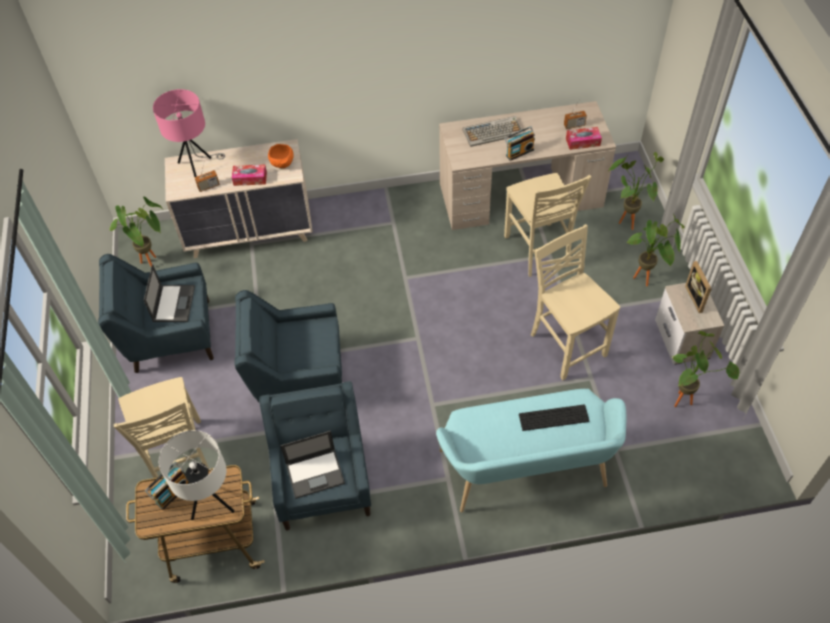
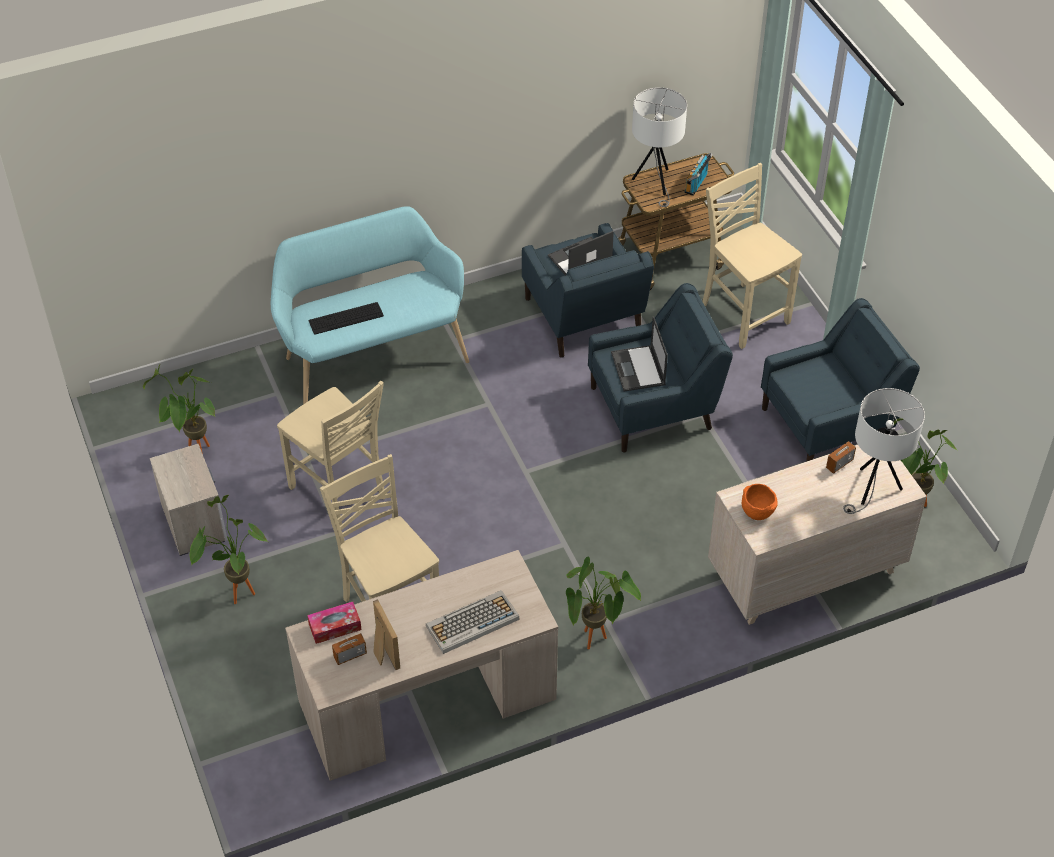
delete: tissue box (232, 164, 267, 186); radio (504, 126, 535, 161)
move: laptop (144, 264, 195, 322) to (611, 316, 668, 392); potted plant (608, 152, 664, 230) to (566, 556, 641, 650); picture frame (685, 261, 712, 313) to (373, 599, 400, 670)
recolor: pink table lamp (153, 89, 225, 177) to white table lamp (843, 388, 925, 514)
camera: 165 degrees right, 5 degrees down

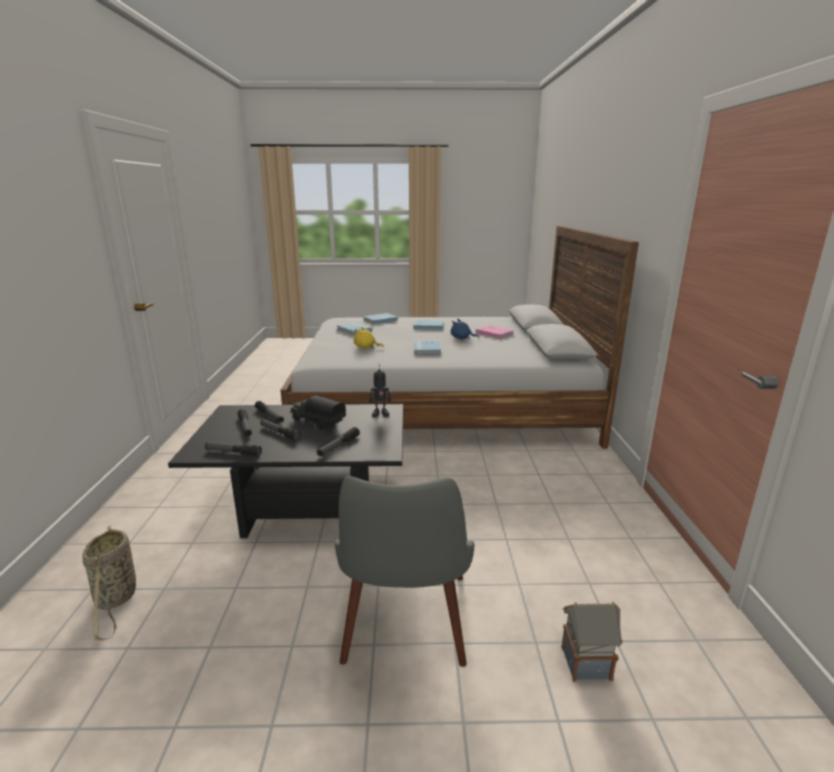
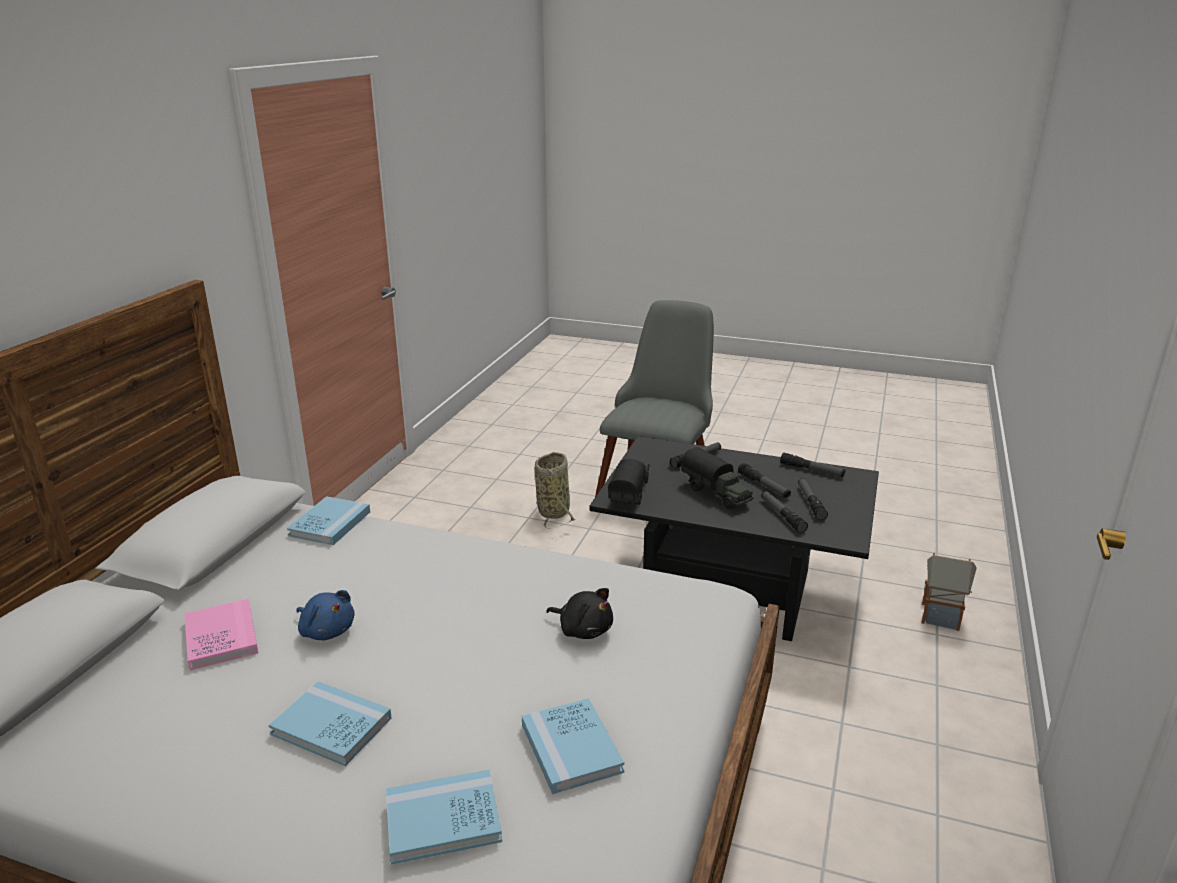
move: basket (82, 526, 136, 640) to (534, 452, 576, 529); blue book (414, 341, 441, 355) to (287, 496, 370, 545); toy house (561, 602, 623, 682) to (921, 553, 977, 631)
replace: toy robot (369, 364, 391, 417) to toy truck (608, 459, 650, 505)
recolor: yellow plush toy (354, 327, 384, 349) to black plush toy (546, 588, 613, 639)
camera: 160 degrees left, 5 degrees up

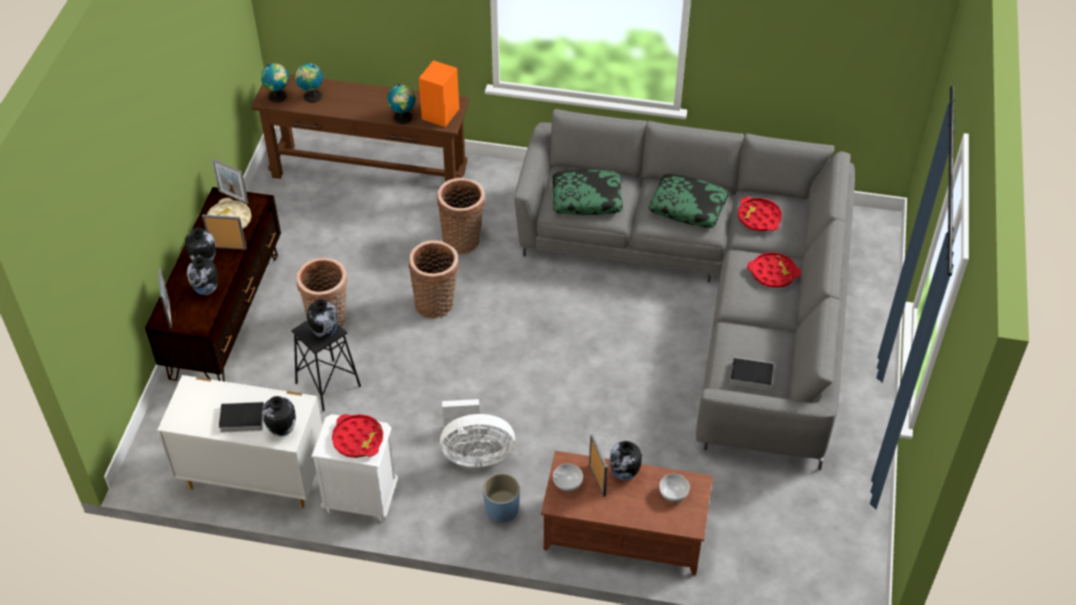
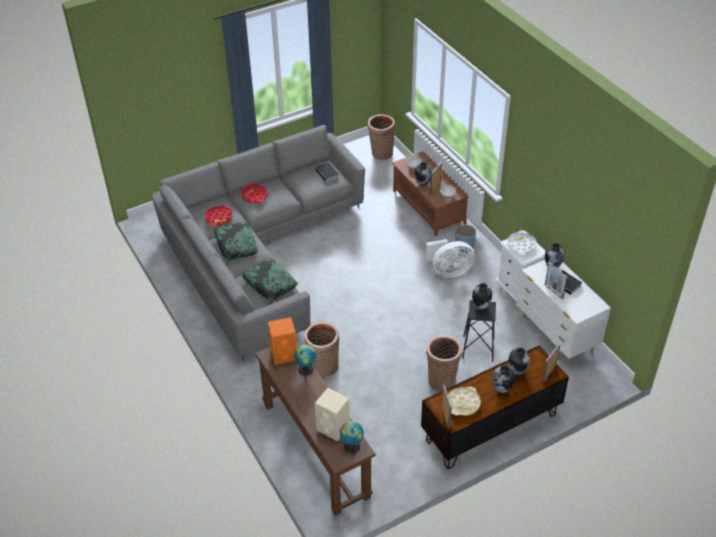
move: picture frame (202, 215, 247, 250) to (545, 262, 568, 299); basket (409, 240, 459, 319) to (368, 114, 395, 160)
replace: globe (295, 63, 323, 103) to beige speaker (315, 388, 350, 441)
recolor: red tray (332, 414, 383, 458) to white tray (507, 230, 537, 254)
rotate: white fan (440, 399, 515, 467) = (425, 239, 475, 278) 120 degrees clockwise
camera: 130 degrees left, 5 degrees down

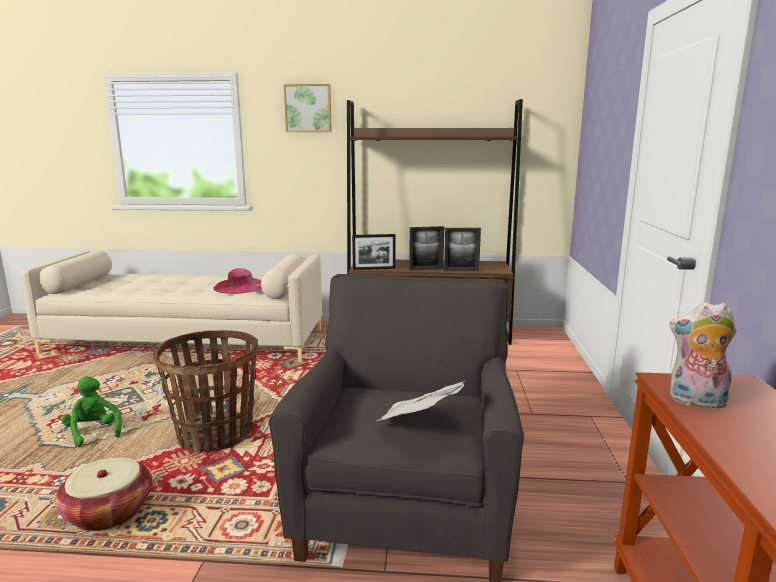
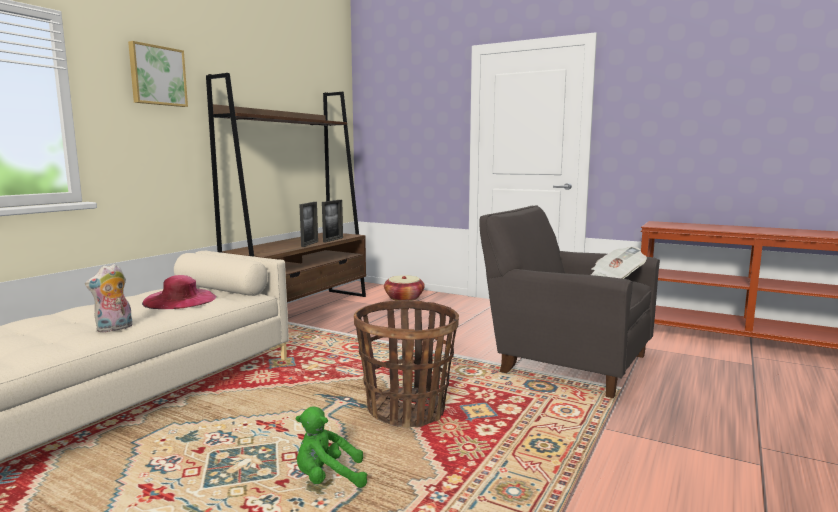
delete: picture frame (352, 234, 396, 270)
move: basket (55, 457, 152, 531) to (384, 275, 425, 301); plush toy (669, 302, 737, 411) to (85, 264, 133, 333)
camera: 65 degrees left, 5 degrees down

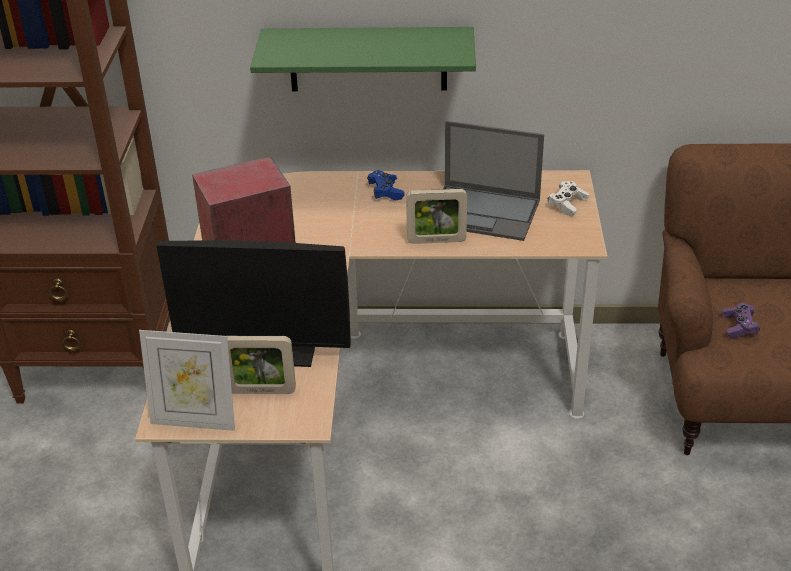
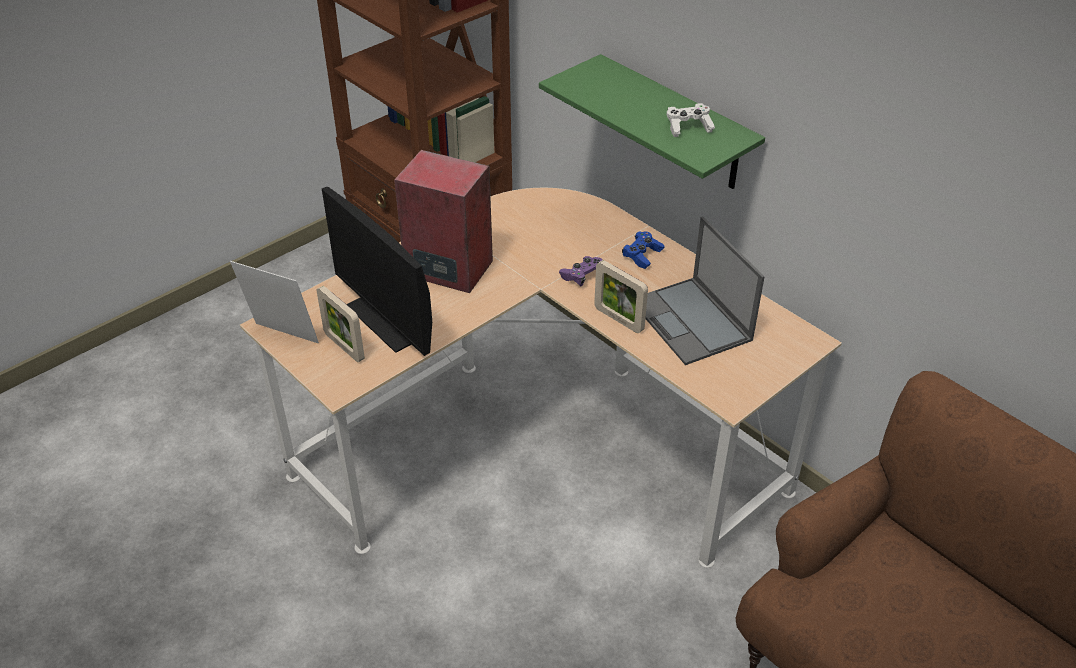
move: white game controller (548, 181, 589, 216) to (667, 103, 715, 137); purple game controller (721, 303, 760, 338) to (559, 256, 603, 286)
rotate: picture frame (139, 330, 235, 431) = (230, 261, 319, 344) 150 degrees clockwise
camera: 45 degrees right, 5 degrees up

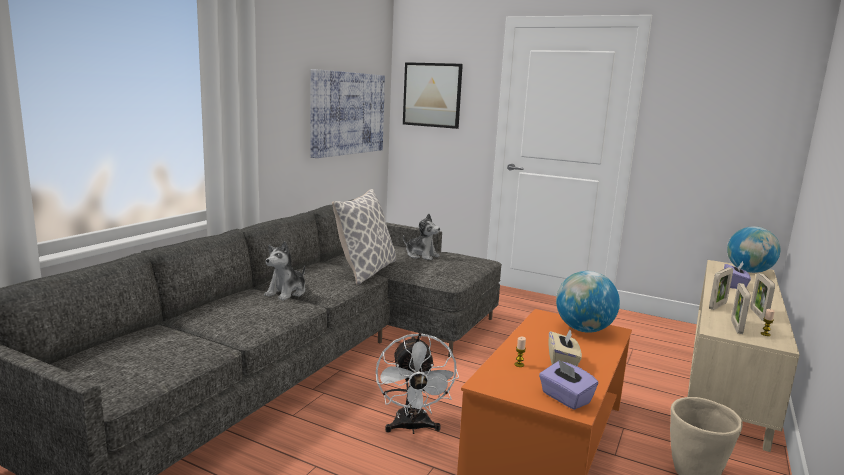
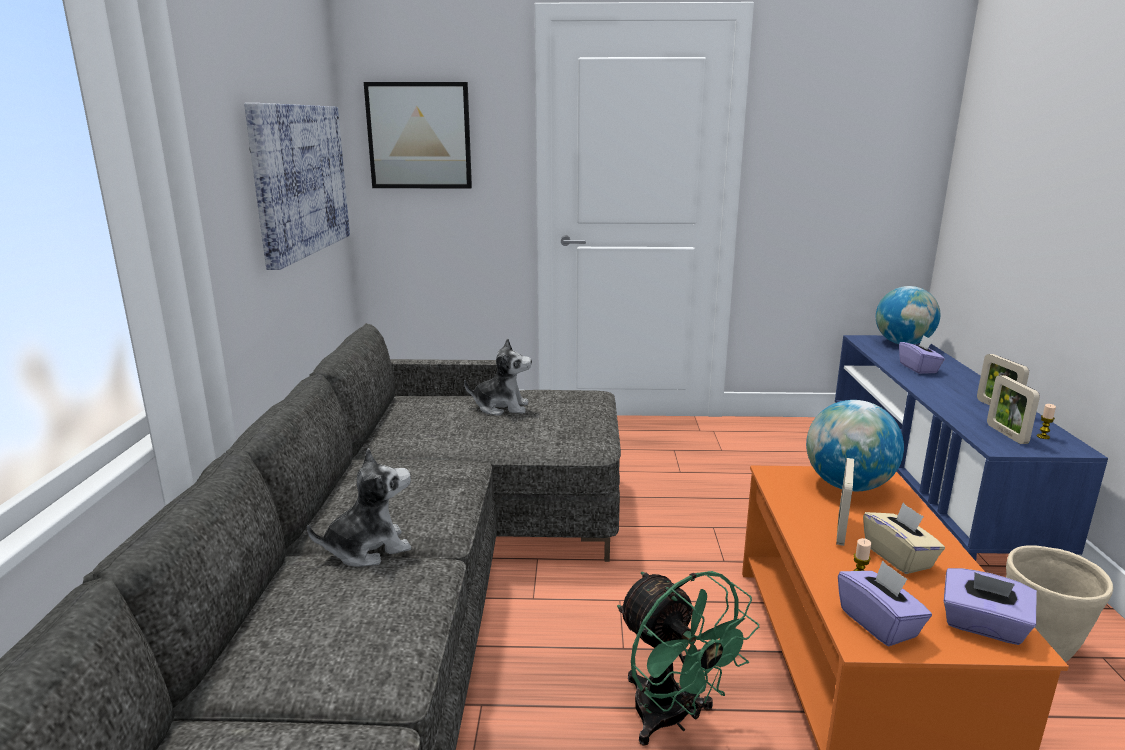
delete: pillow (332, 189, 396, 285)
insert: purple tissue box (838, 560, 932, 646)
move: picture frame (709, 267, 733, 310) to (836, 458, 854, 546)
recolor: white fan (376, 333, 459, 434) to green fan (617, 571, 759, 746); beige tv stand (688, 260, 800, 452) to blue tv stand (835, 335, 1108, 561)
rotate: plush toy (264, 241, 305, 300) = (307, 448, 411, 567) 120 degrees counterclockwise
camera: 25 degrees left, 5 degrees up

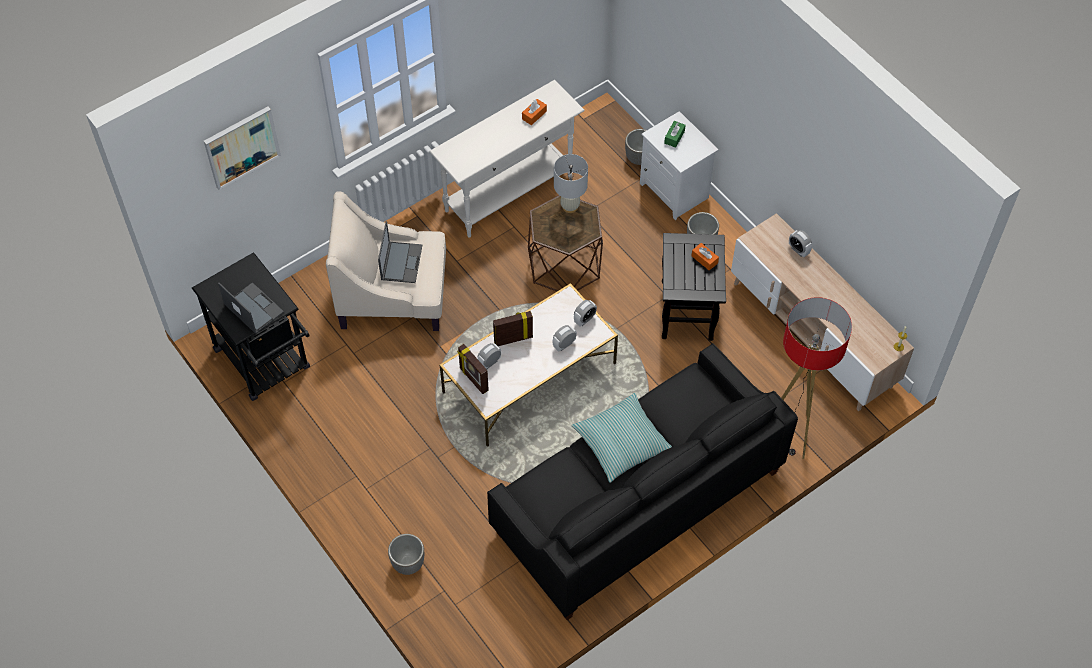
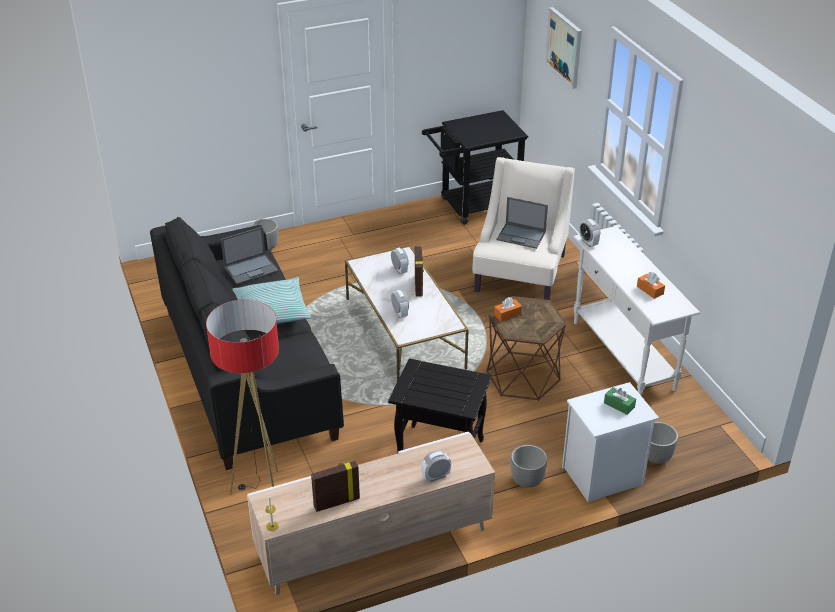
delete: white table lamp (554, 154, 588, 213)
move: laptop (218, 282, 284, 334) to (221, 227, 278, 284); picture frame (457, 344, 489, 394) to (311, 461, 360, 512); alarm clock (574, 300, 597, 326) to (580, 219, 600, 247); orange tissue box (691, 243, 719, 271) to (494, 297, 522, 322)
camera: 105 degrees right, 20 degrees down

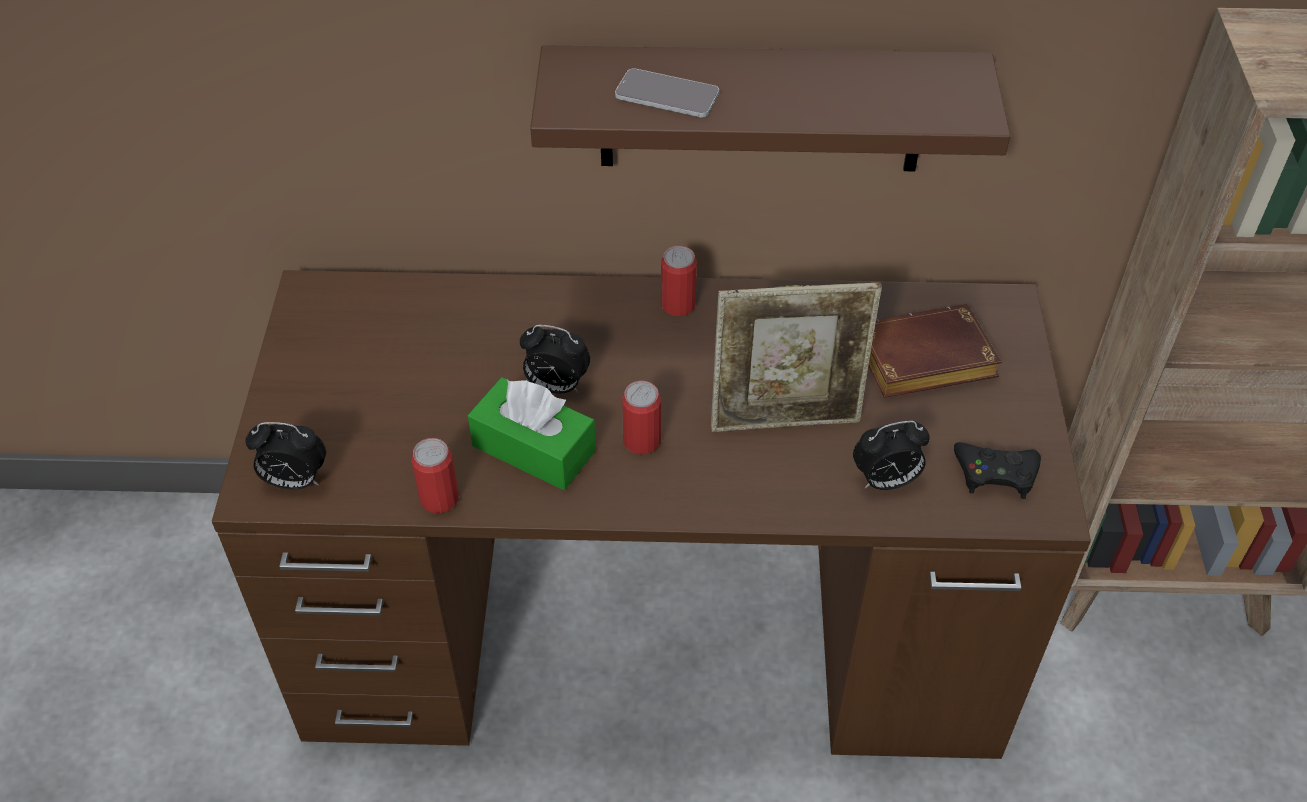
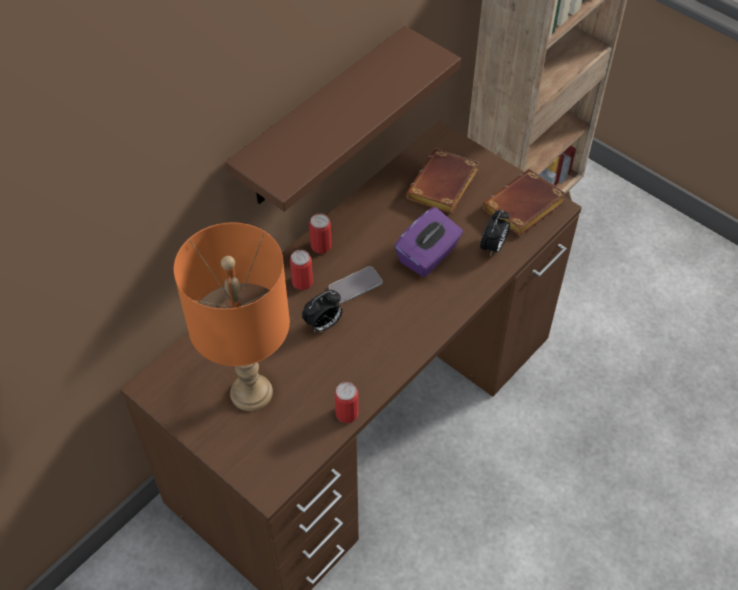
delete: alarm clock (245, 422, 326, 490); green tissue box (468, 377, 596, 490)
insert: orange table lamp (174, 223, 290, 411)
move: phone (615, 68, 719, 117) to (329, 266, 383, 303); can (622, 381, 661, 454) to (290, 250, 313, 290)
replace: picture frame (711, 282, 882, 432) to purple tissue box (394, 207, 463, 277); black game controller (954, 442, 1041, 499) to brown book (482, 169, 566, 236)
camera: 50 degrees left, 5 degrees up

